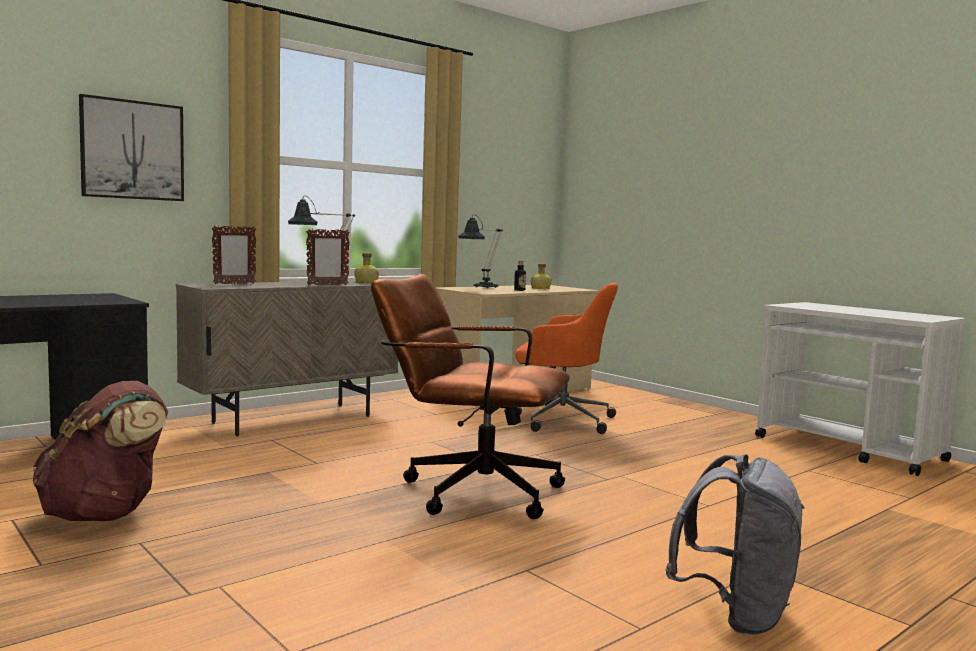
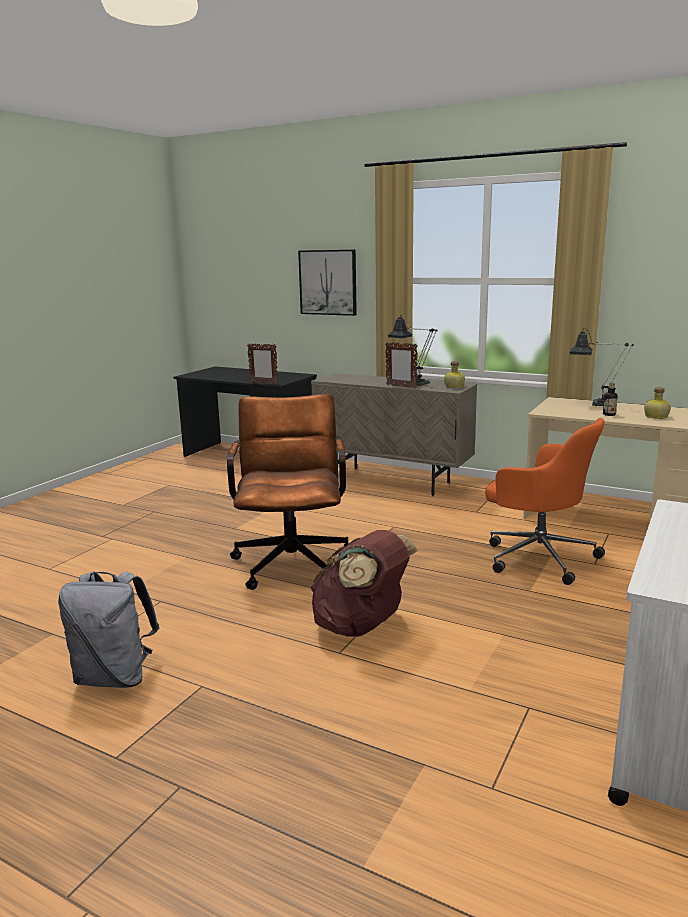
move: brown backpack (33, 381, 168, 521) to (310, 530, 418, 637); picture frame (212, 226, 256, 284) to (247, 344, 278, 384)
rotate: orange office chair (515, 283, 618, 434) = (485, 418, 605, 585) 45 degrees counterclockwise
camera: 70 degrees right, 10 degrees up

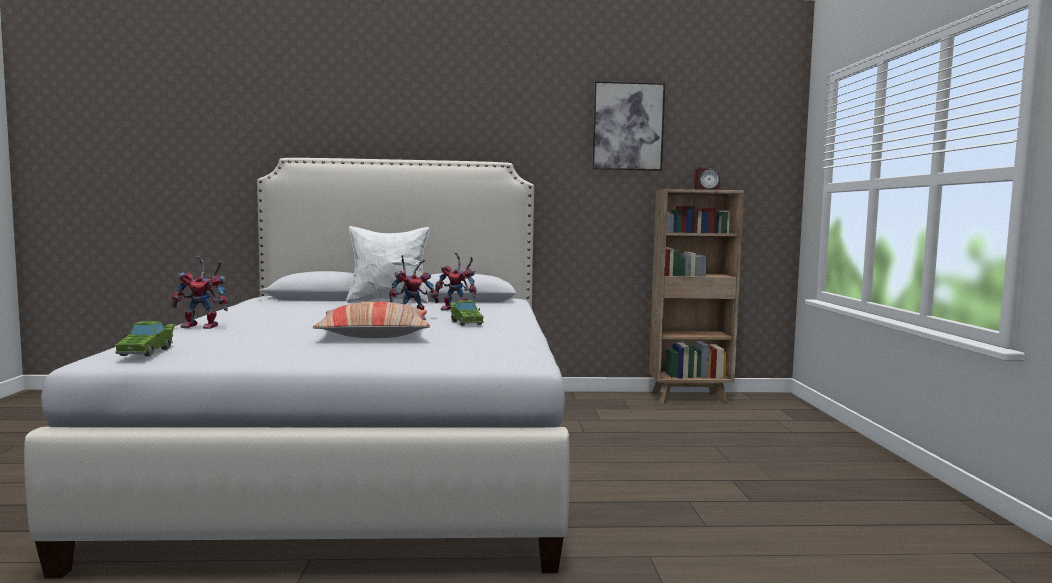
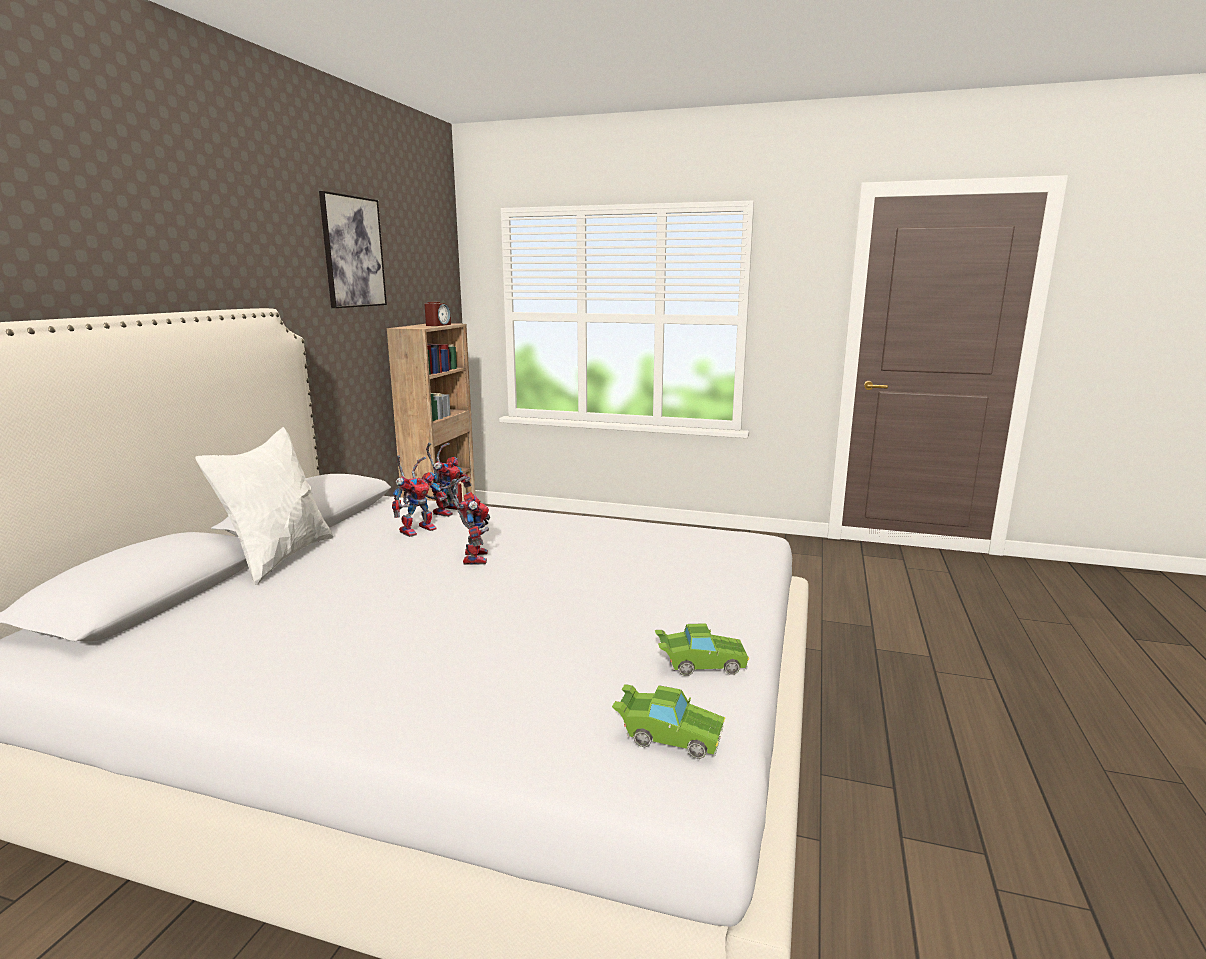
delete: pillow (313, 302, 430, 338)
move: toy robot (171, 255, 229, 329) to (426, 443, 472, 517); green toy car (450, 300, 484, 326) to (655, 623, 749, 676)
camera: 70 degrees left, 10 degrees up

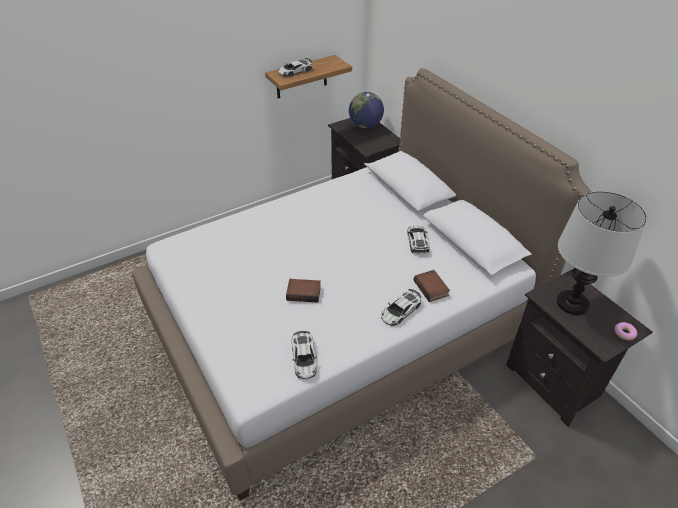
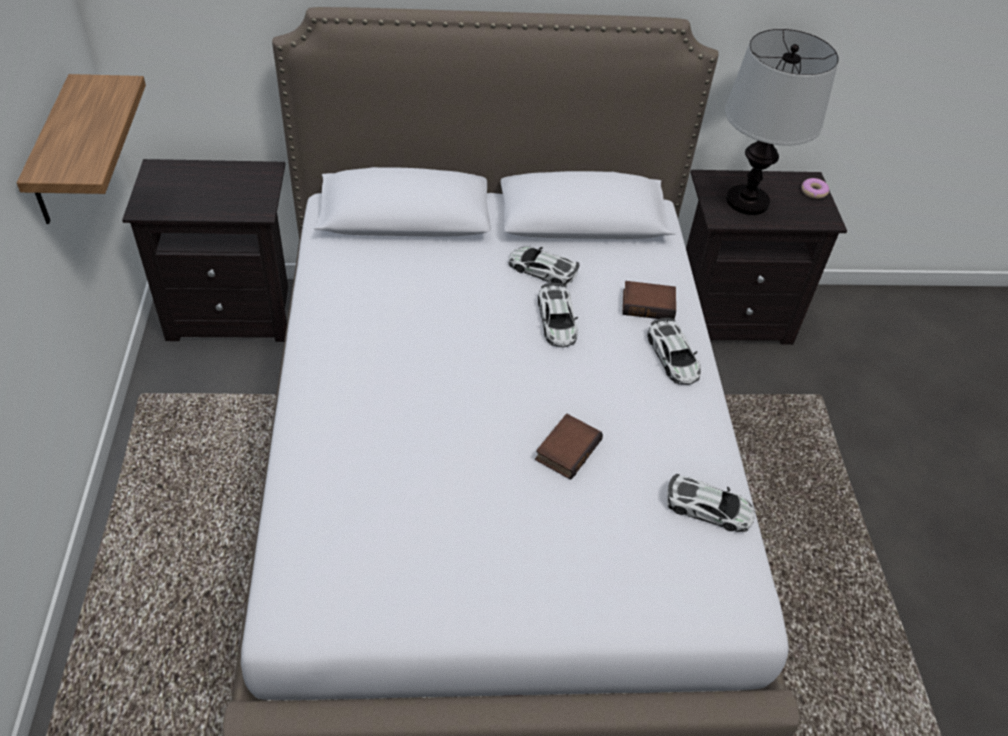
delete: globe (349, 92, 384, 128)
move: toy car (278, 58, 312, 77) to (538, 283, 578, 347)
camera: 65 degrees left, 5 degrees up

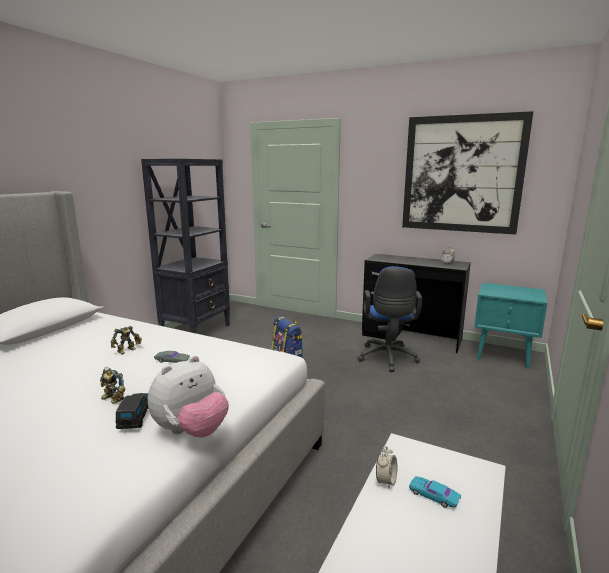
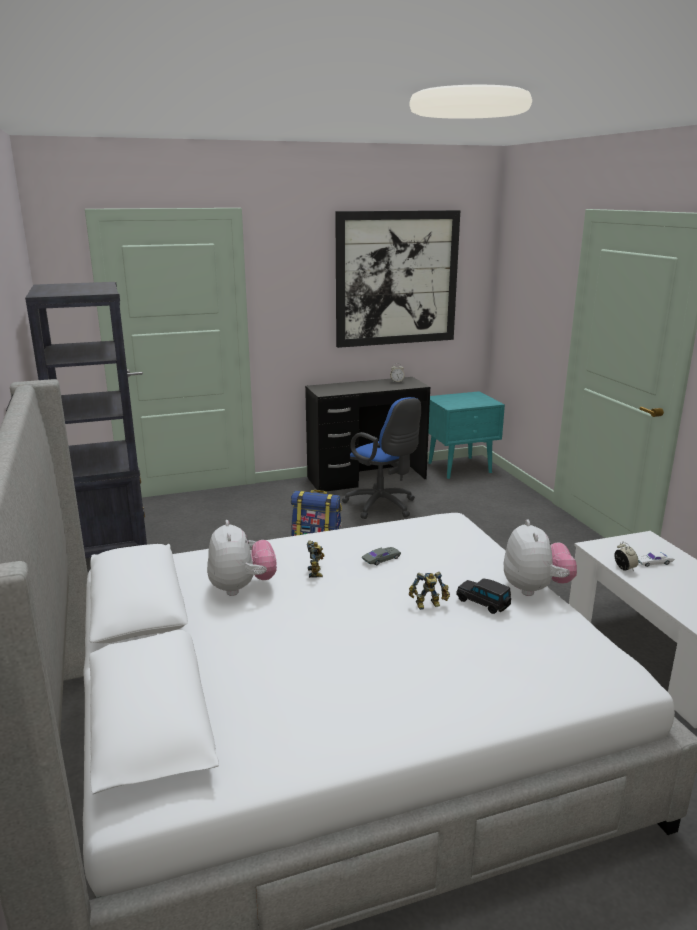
insert: plush toy (207, 520, 277, 596)
recolor: turquoise toy car (409, 477, 461, 508) to white toy car (638, 552, 675, 567)
camera: 45 degrees left, 5 degrees up

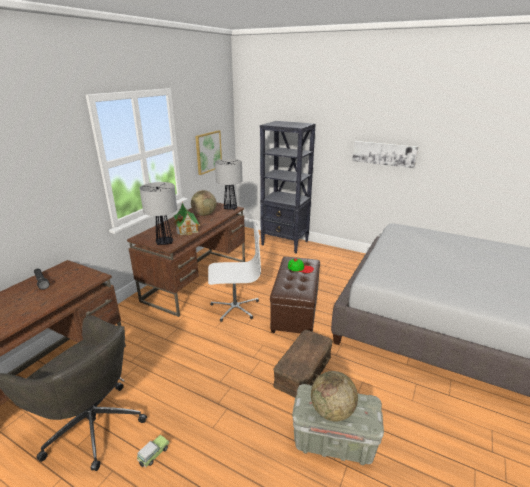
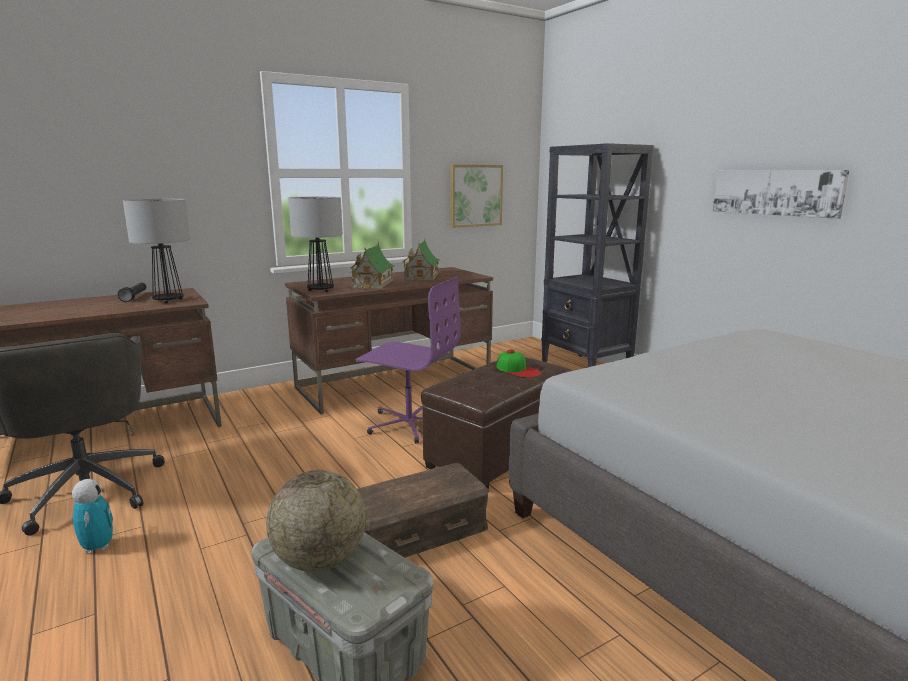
move: table lamp (215, 159, 243, 210) to (123, 199, 190, 303)
replace: toy car (137, 435, 170, 468) to toy robot (72, 479, 113, 554); globe (191, 190, 216, 216) to toy house (403, 240, 440, 281)
recolor: white office chair (208, 223, 261, 322) to purple office chair (355, 277, 461, 443)
camera: 30 degrees right, 10 degrees down

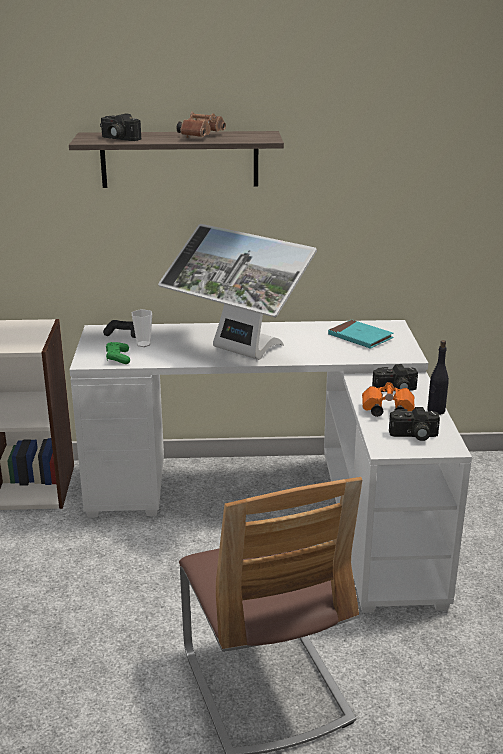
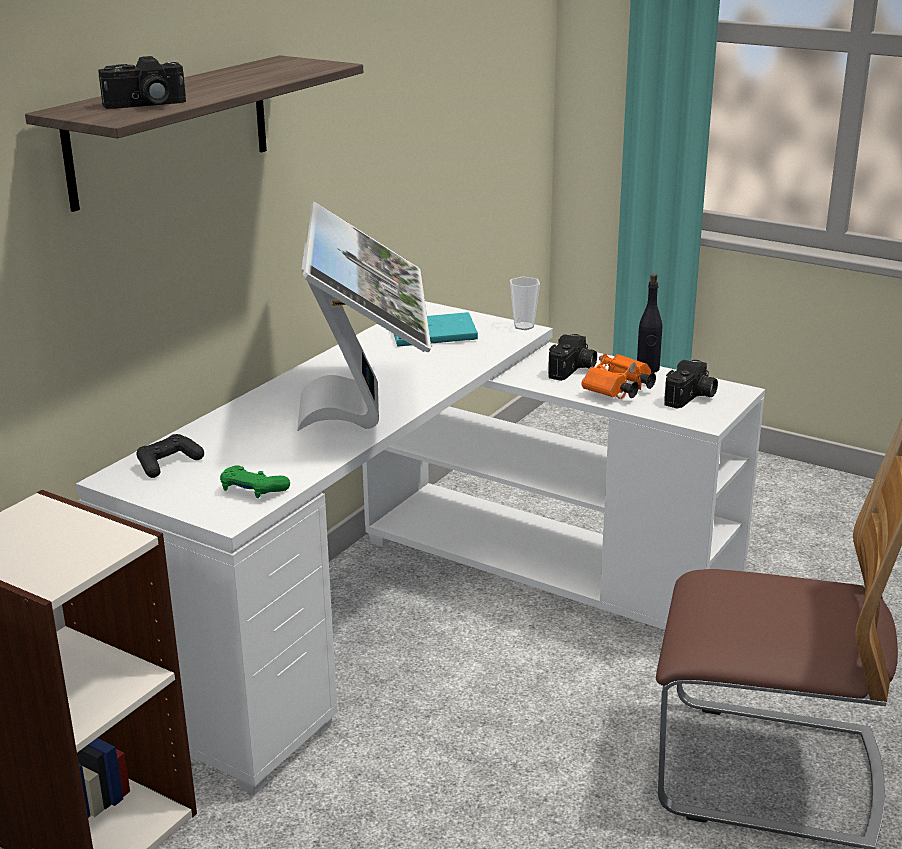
delete: brown binoculars (177, 112, 226, 138)
move: cup (132, 309, 152, 347) to (510, 277, 540, 330)
rotate: monitor (158, 224, 317, 360) = (297, 202, 431, 430) 75 degrees counterclockwise
camera: 55 degrees left, 0 degrees up

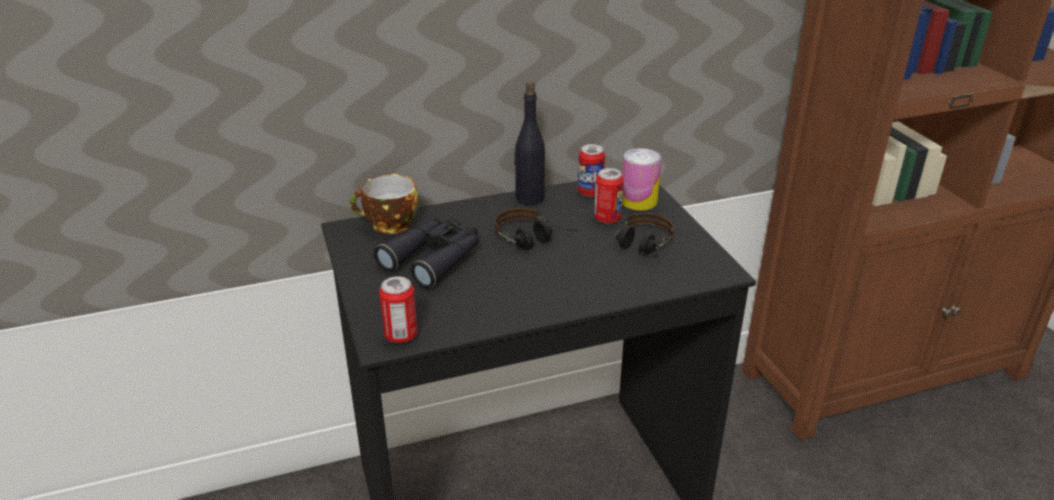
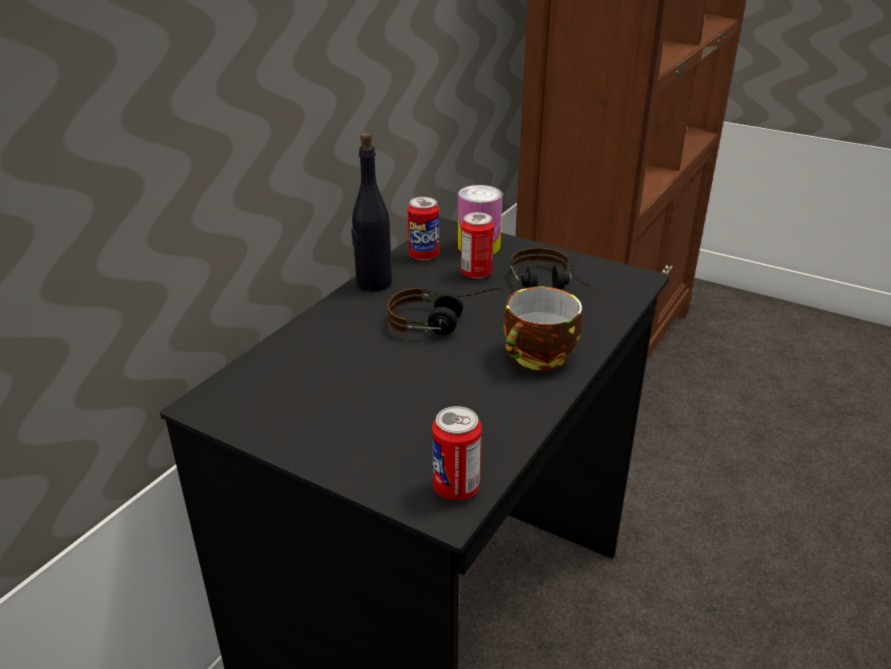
delete: black binoculars (374, 217, 479, 289)
move: cup (350, 174, 418, 234) to (504, 287, 582, 370)
camera: 40 degrees left, 0 degrees up

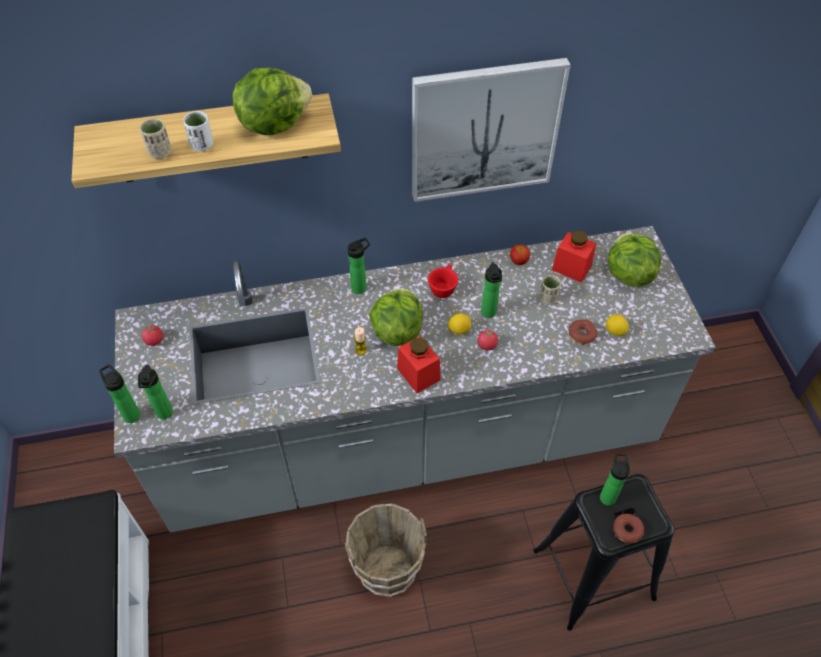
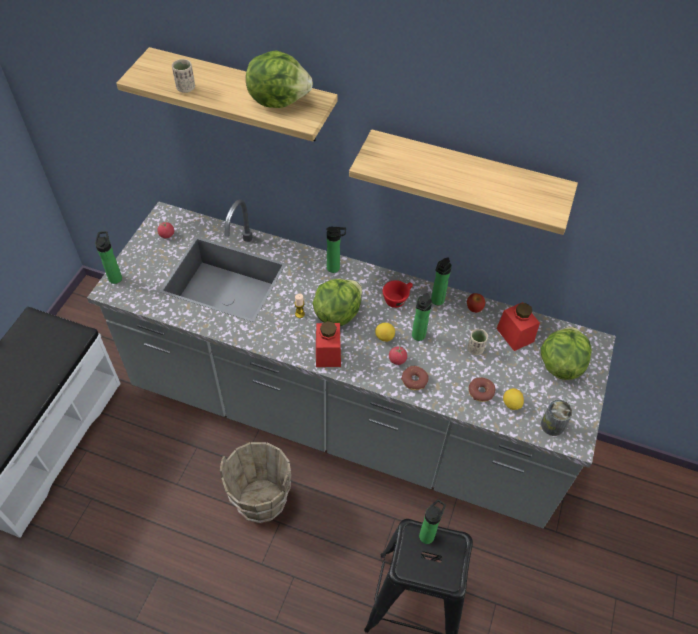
delete: white cup (183, 111, 213, 151)
insert: can (541, 400, 573, 436)
move: bottle (138, 365, 173, 419) to (431, 257, 452, 305); donut (613, 514, 644, 543) to (401, 366, 429, 390)
replace: picture (412, 58, 571, 202) to shelf (349, 129, 578, 235)
camera: 30 degrees right, 0 degrees up

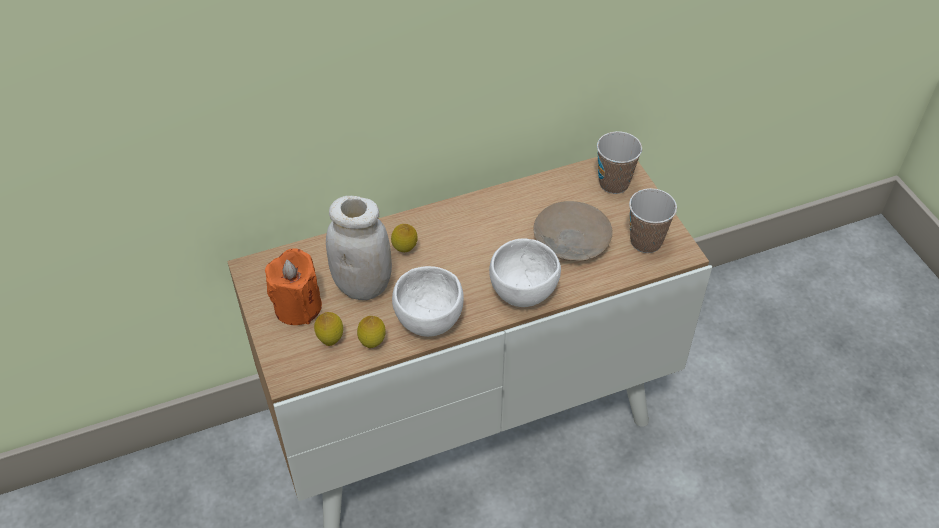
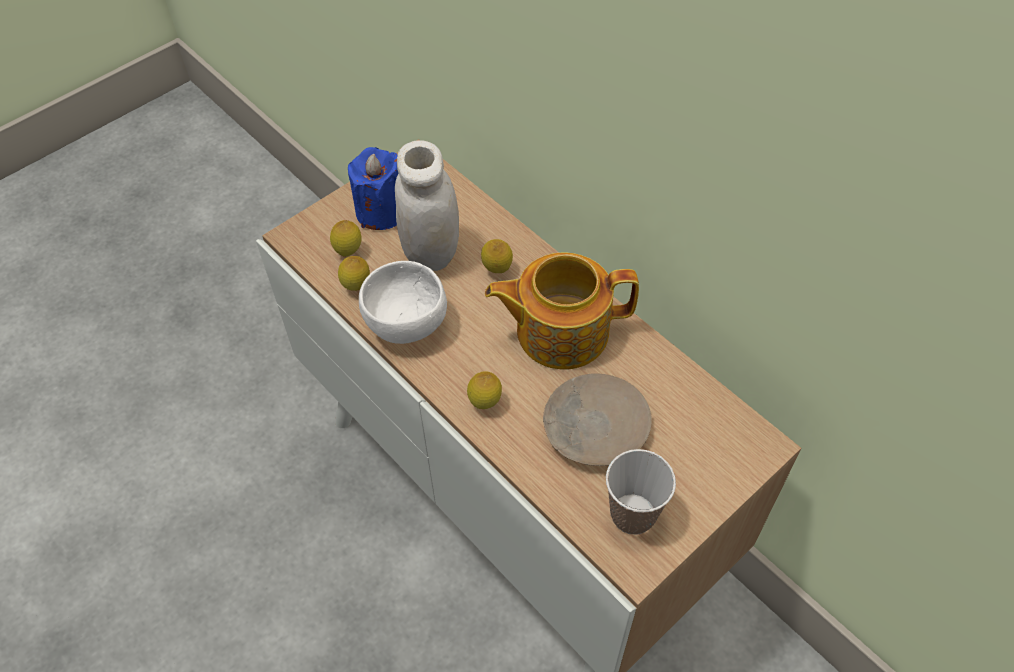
delete: cup (597, 131, 642, 194)
insert: teapot (485, 252, 639, 370)
replace: white bowl (489, 238, 561, 307) to lemon (467, 371, 502, 409)
recolor: orange candle (265, 248, 322, 325) to blue candle (348, 147, 399, 230)
camera: 70 degrees right, 5 degrees up

